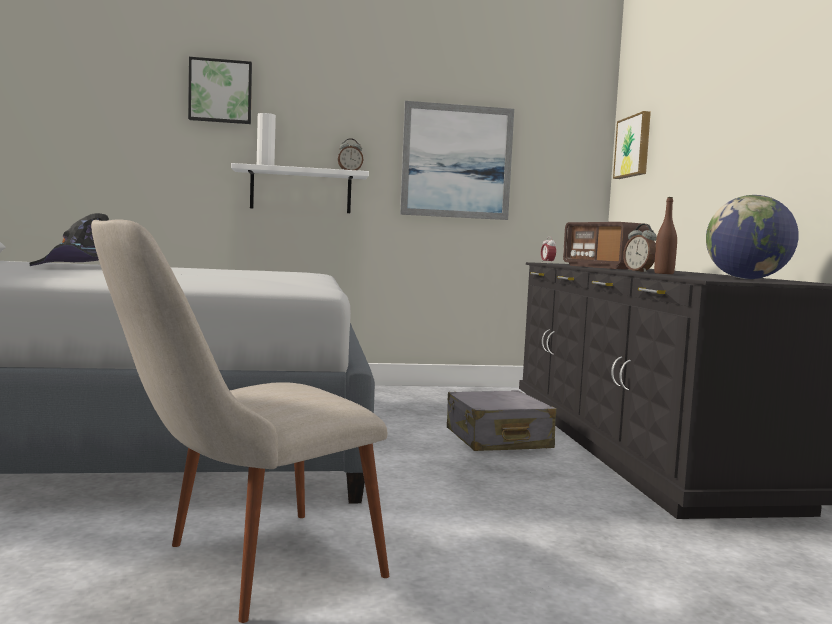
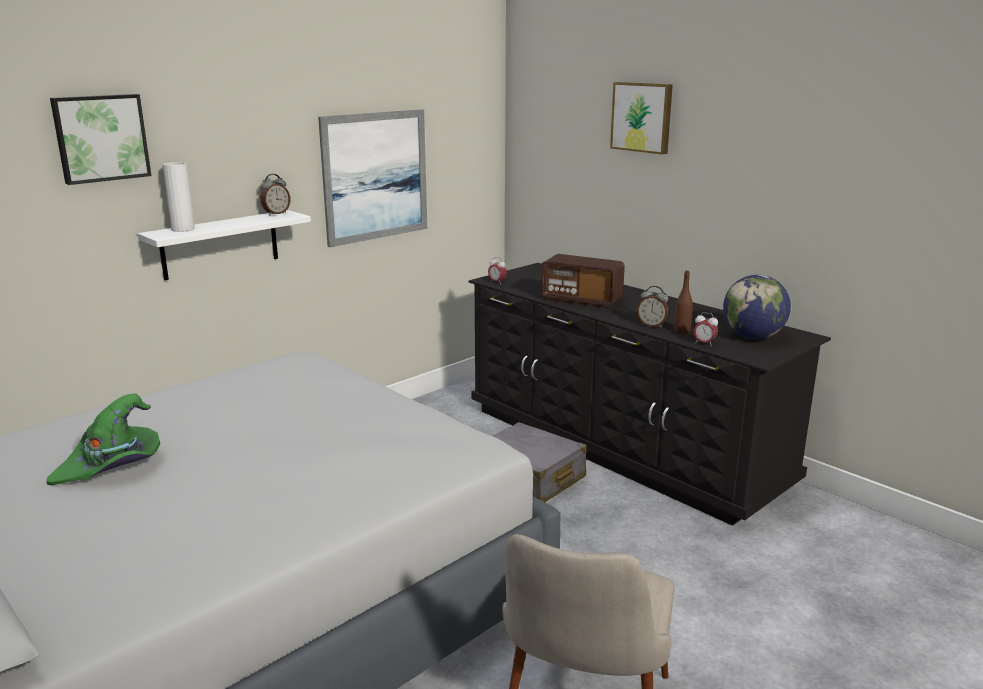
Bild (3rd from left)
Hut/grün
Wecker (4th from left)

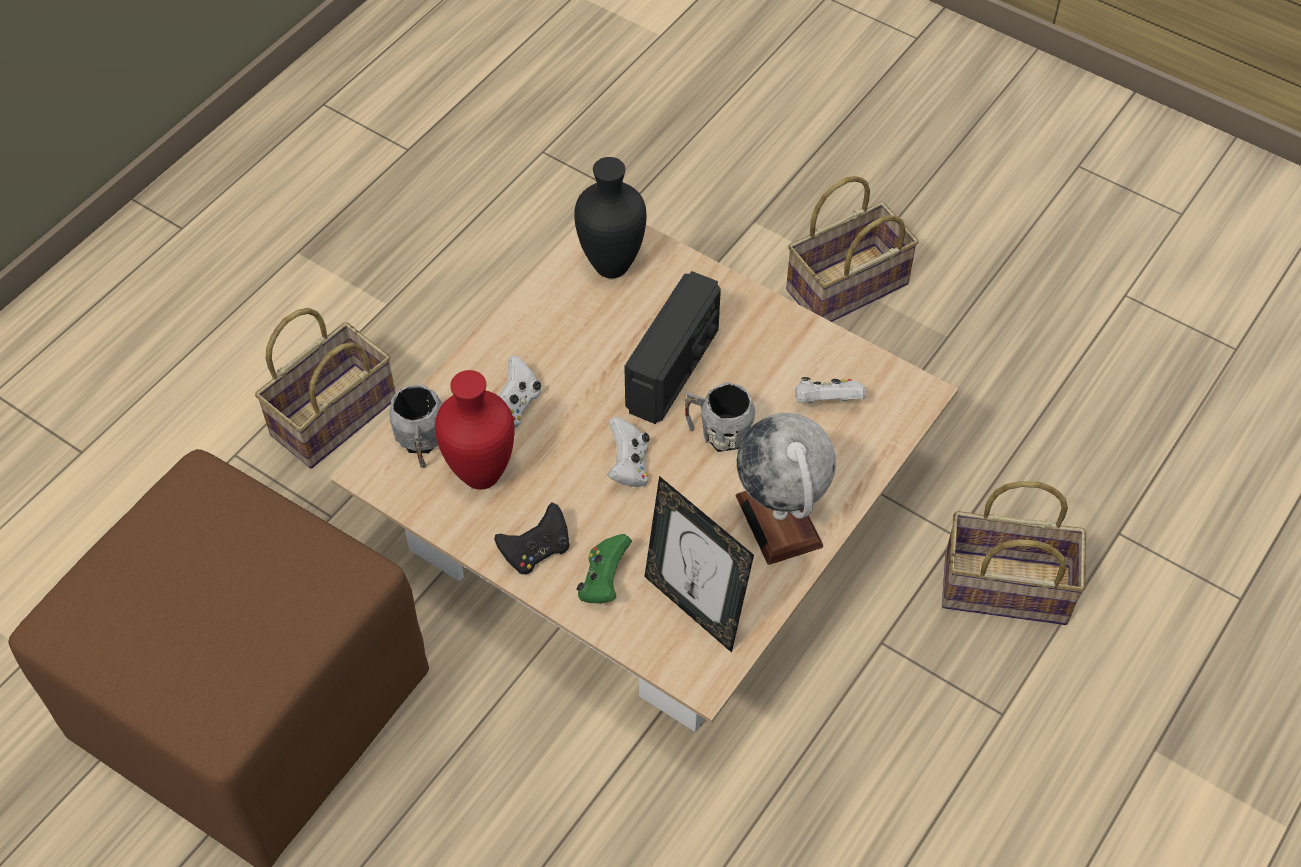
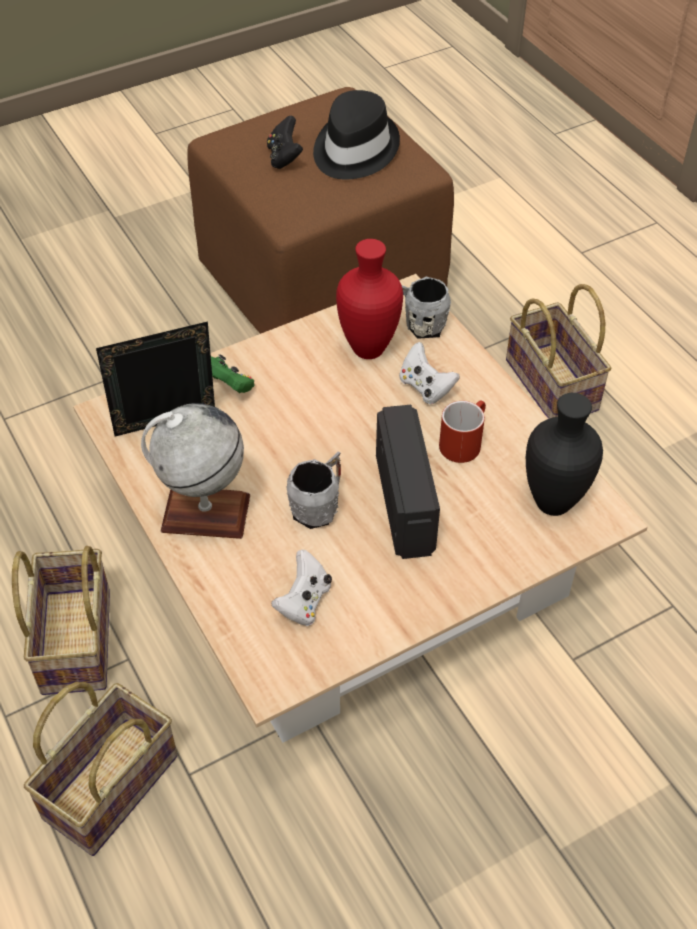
Korb (1st from left)
Radio
Gamepad/weiß (2nd from left in the first image)
Gamepad/schwarz
Hut/schwarz
Henkelbecher/rot

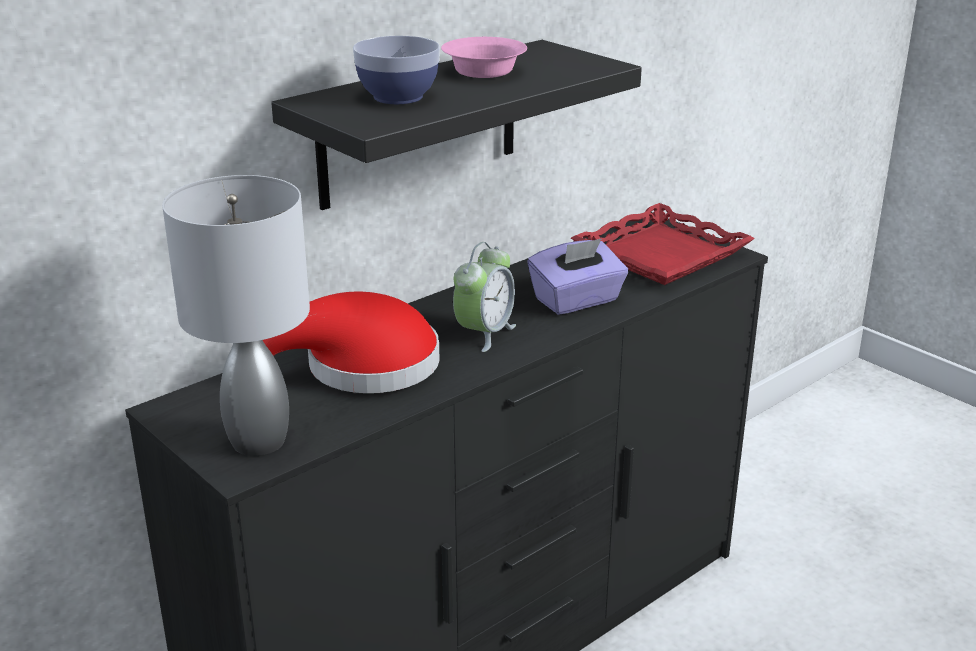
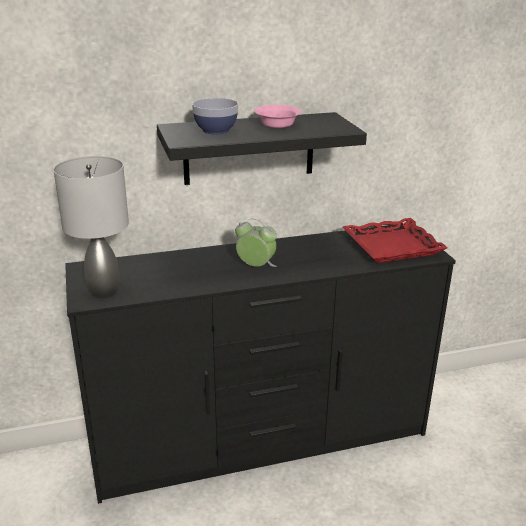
Taschentuchbox/lila
Wecker
Hut/rot

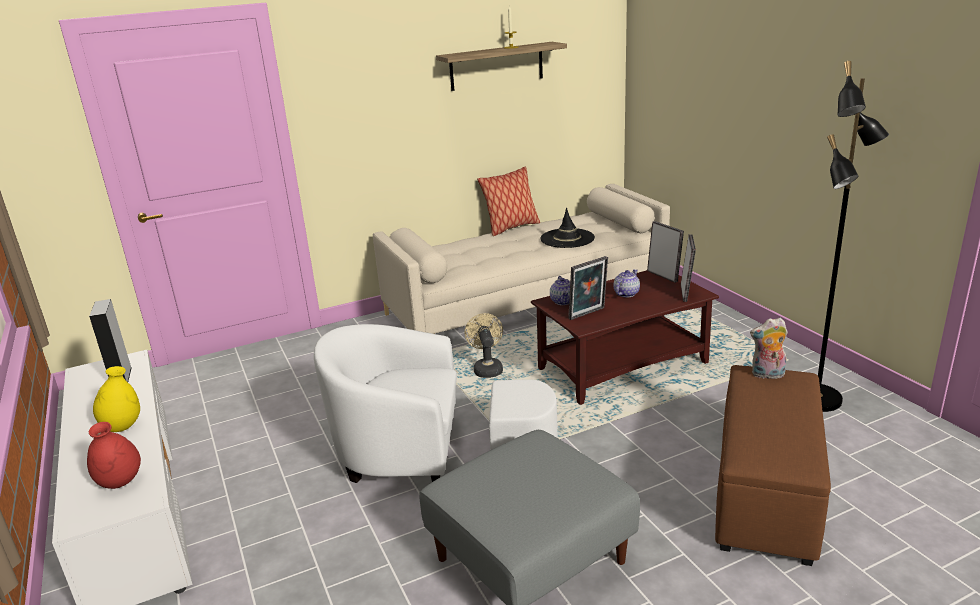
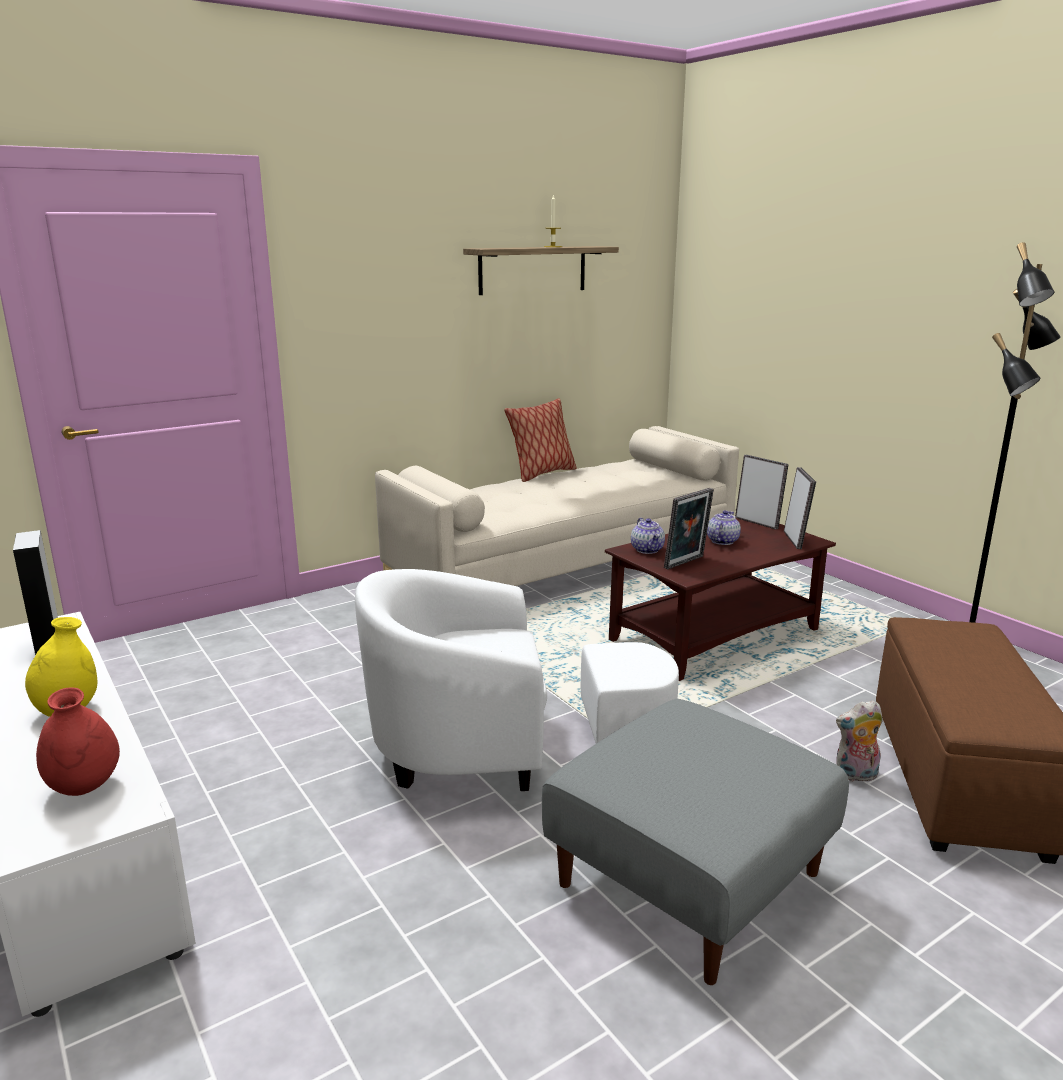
Hut/schwarz
Ventilator/beige
Plüschtier

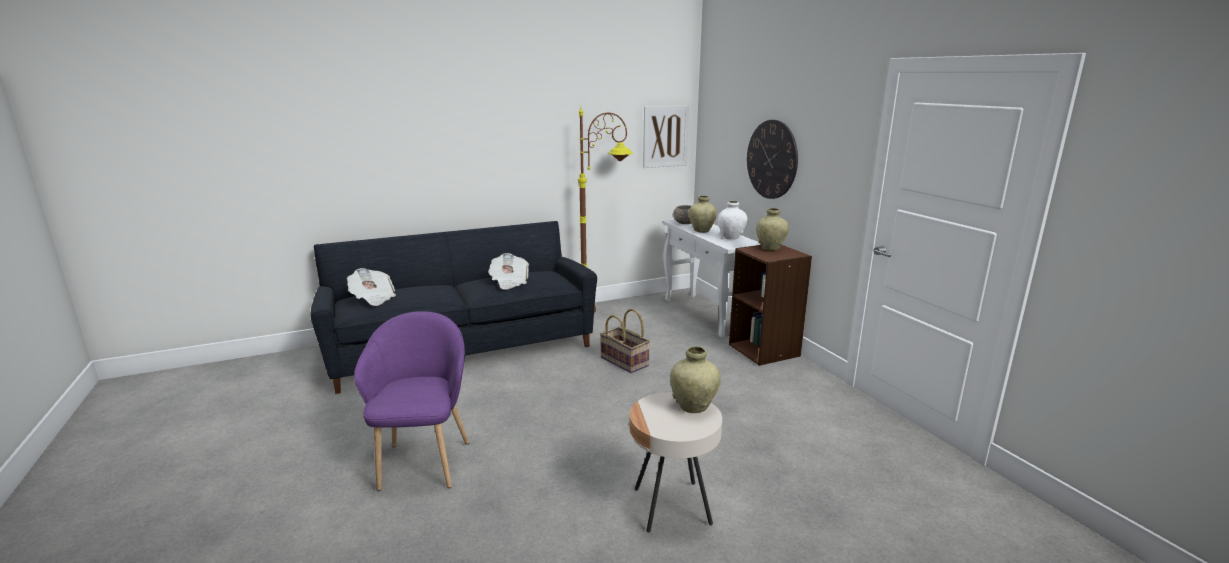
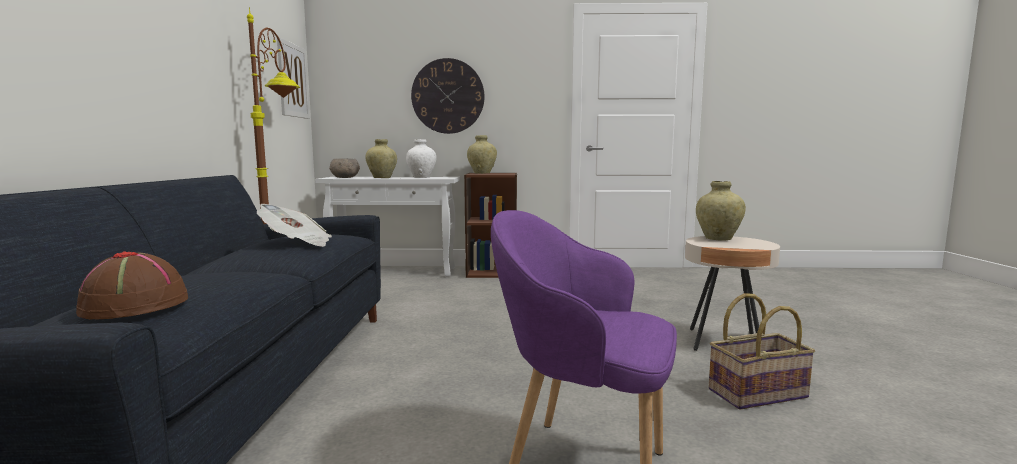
Hut/braun
Korb

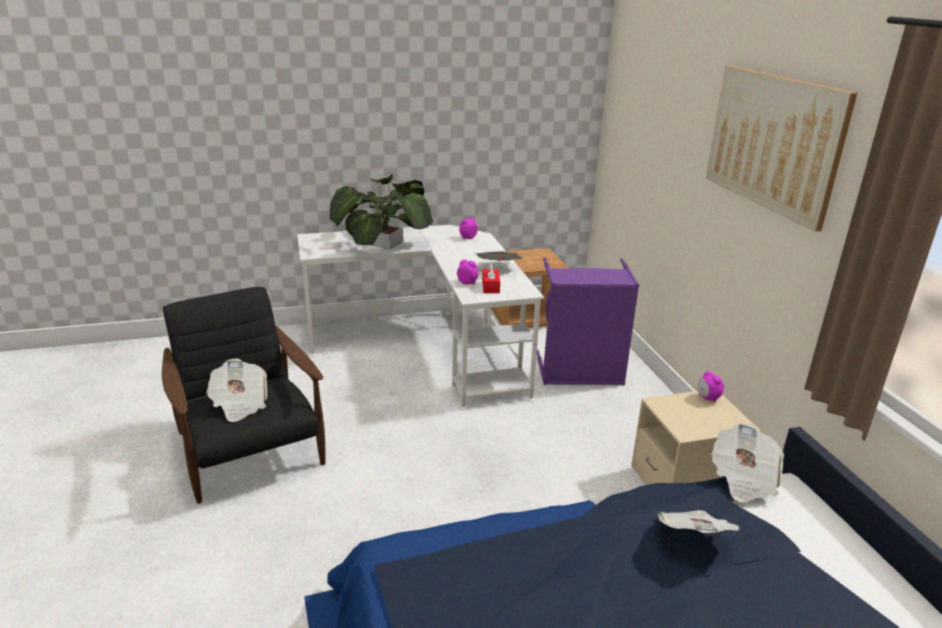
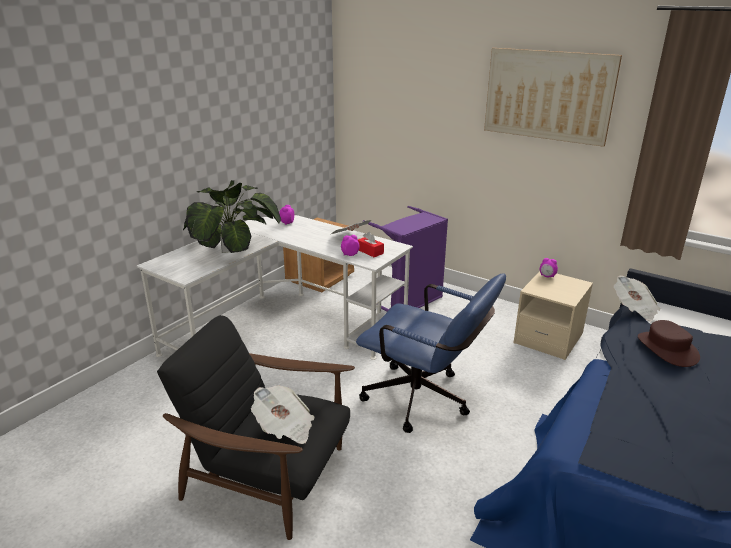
Hut/braun
Bürostuhl/blau

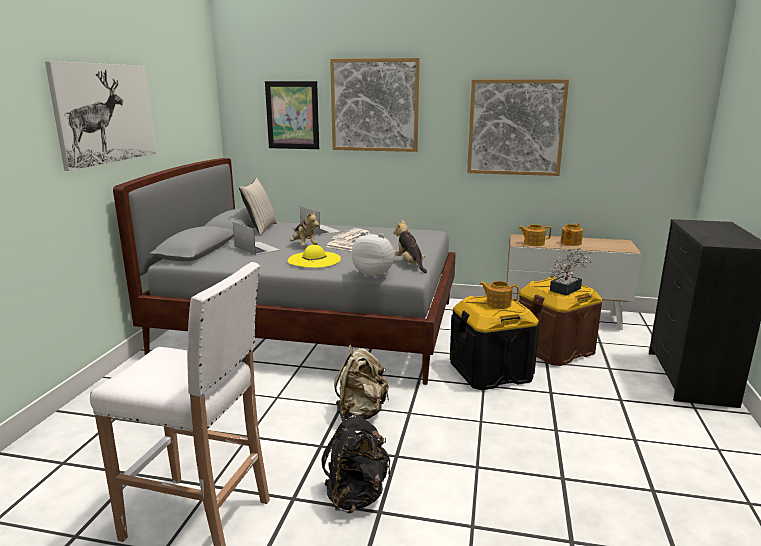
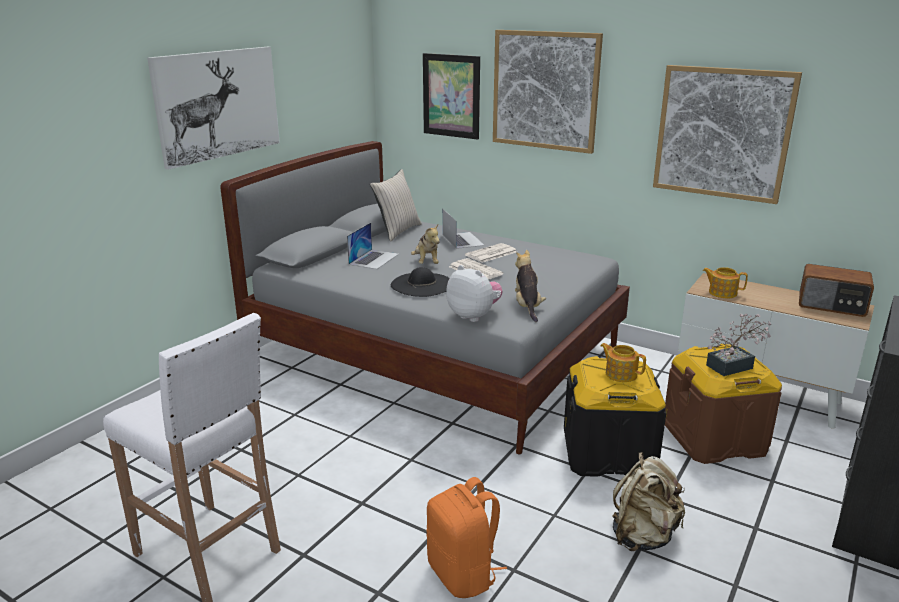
Laptop (1st from left)
Teekanne (3rd from left in the first image)
Hut/schwarz
Rucksack/beige
Rucksack/schwarz
Radio
Rucksack/orange

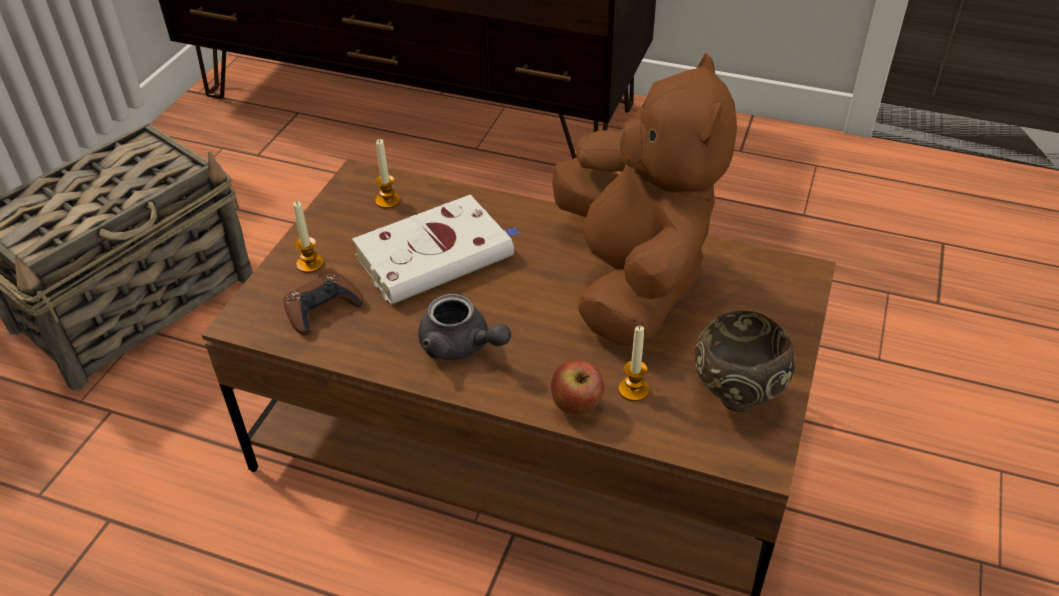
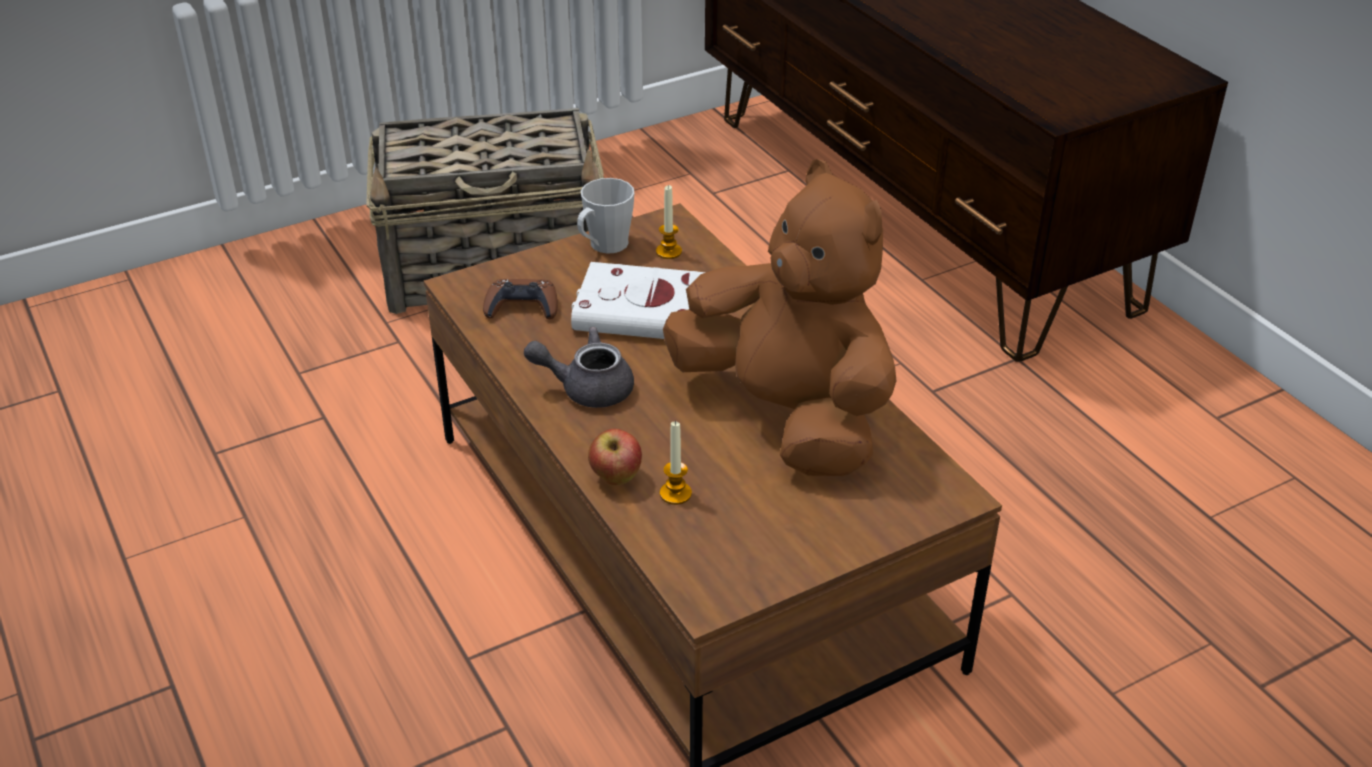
Plüschtier/braun
Kerze (1st from left in the first image)
Teekanne/grau
Schüssel/braun
Henkelbecher/grau

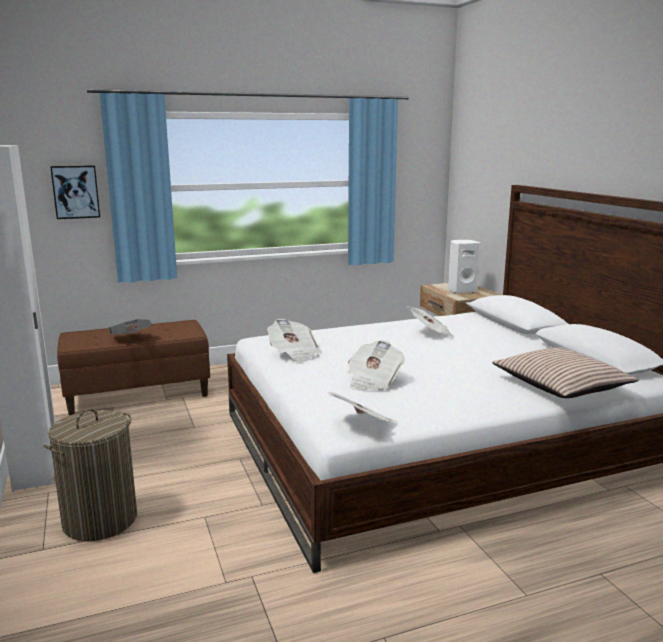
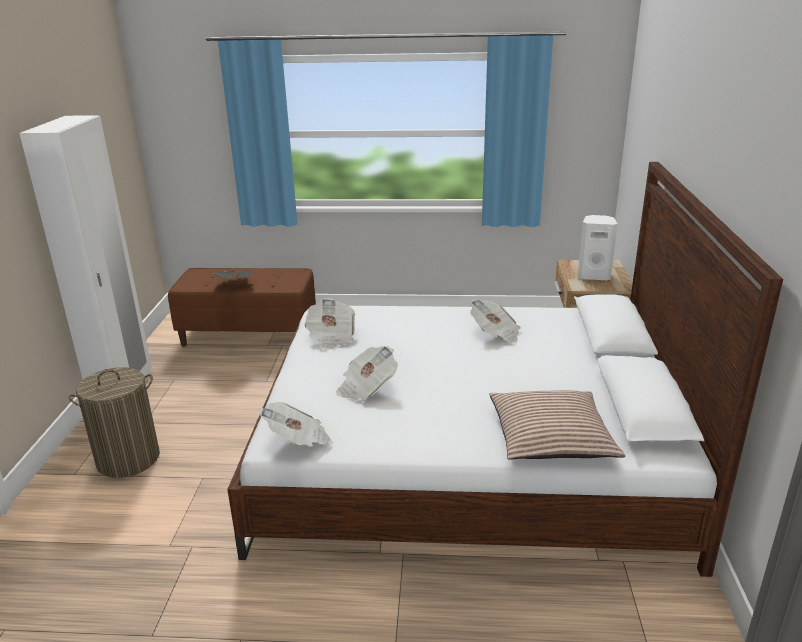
Bild

